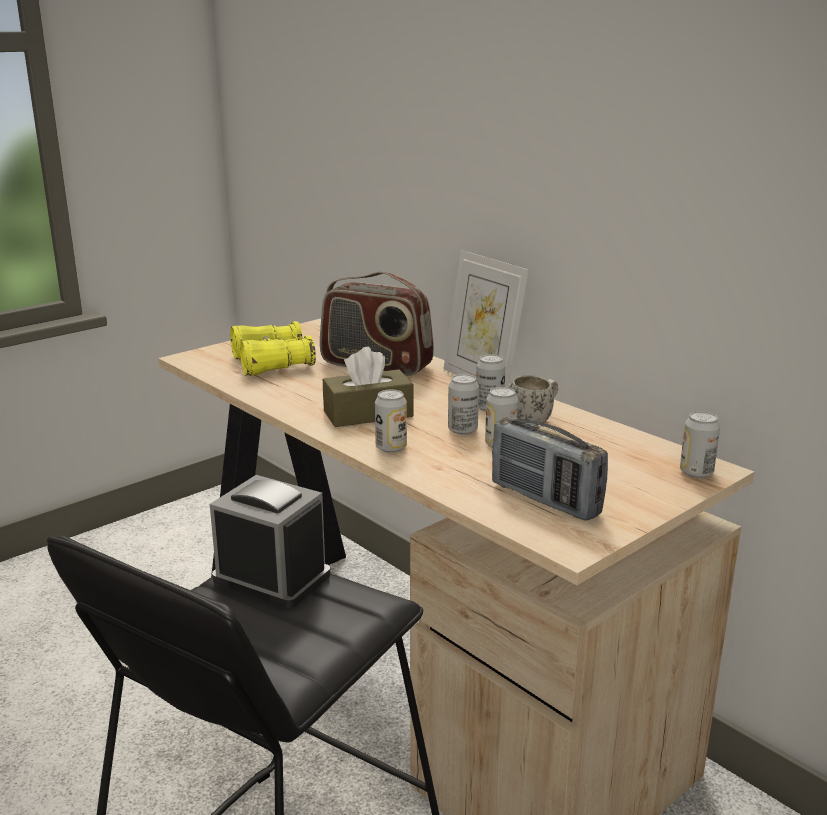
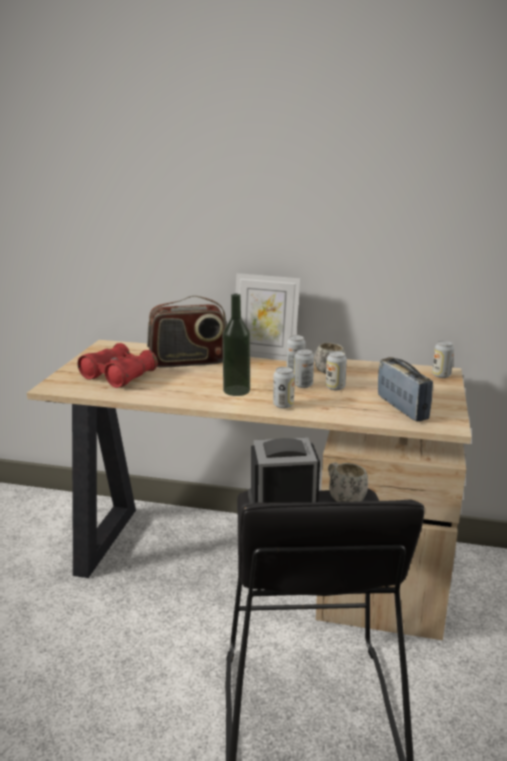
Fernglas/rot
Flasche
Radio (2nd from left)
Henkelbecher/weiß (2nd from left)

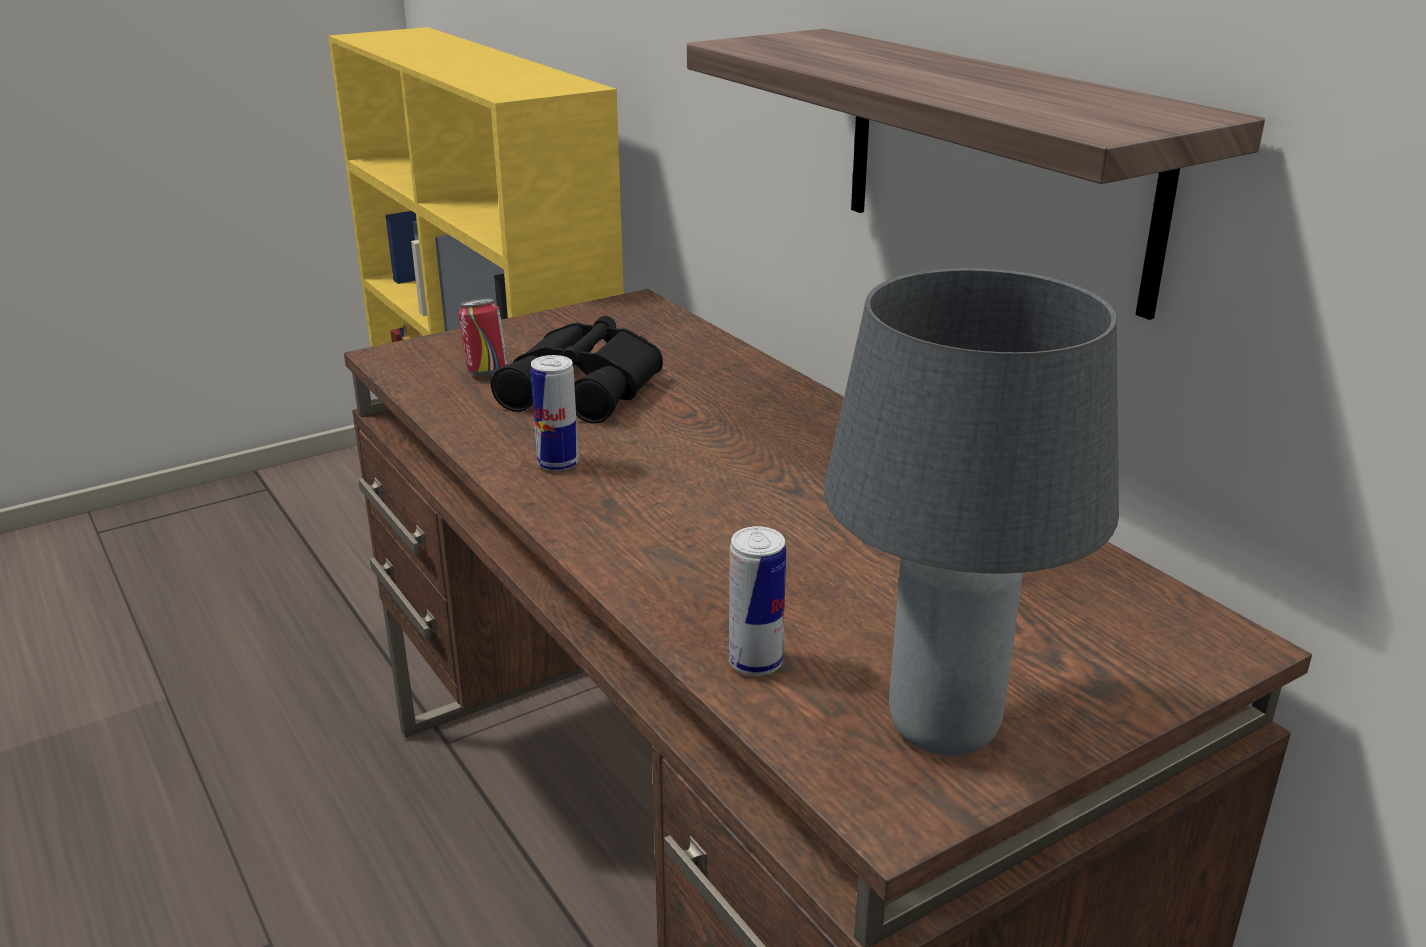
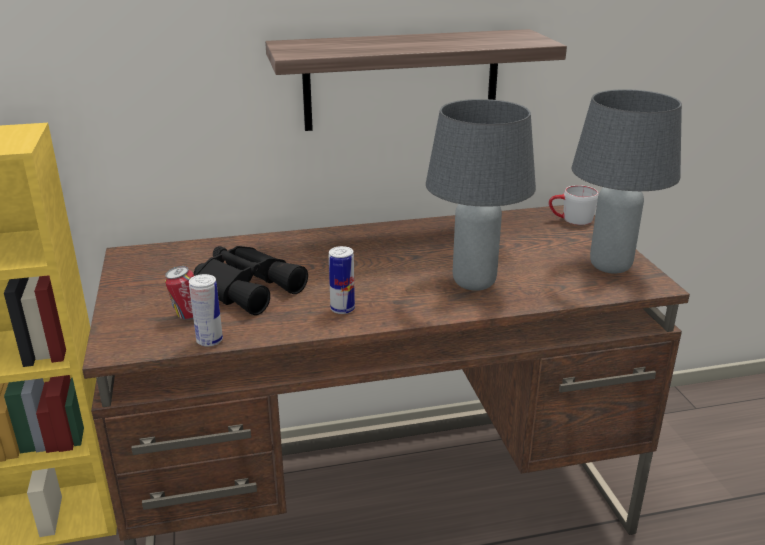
Dose (2nd from left)
Tischlampe/grau (1st from left)
Henkelbecher/grau

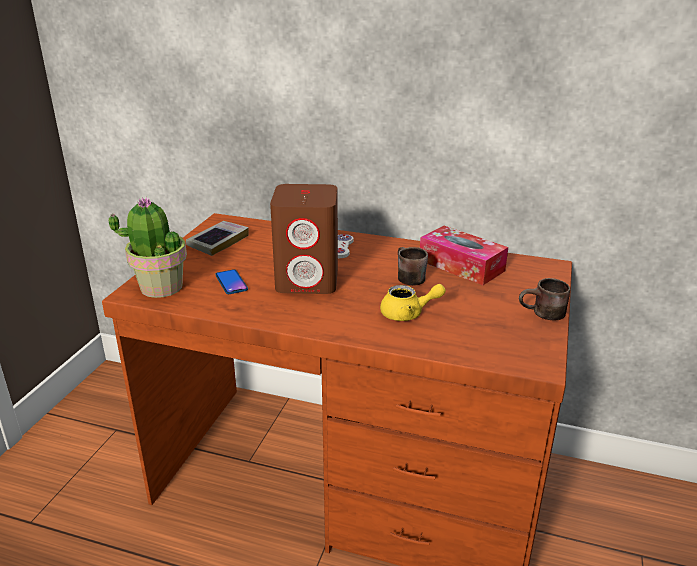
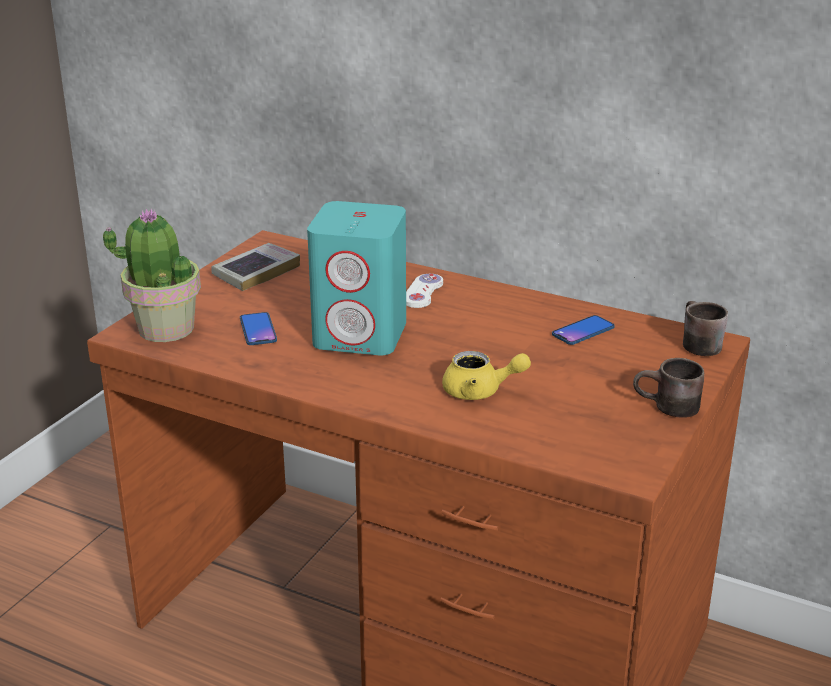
Lautsprecher/türkis
Handy (2nd from left)
Henkelbecher/braun (2nd from left)

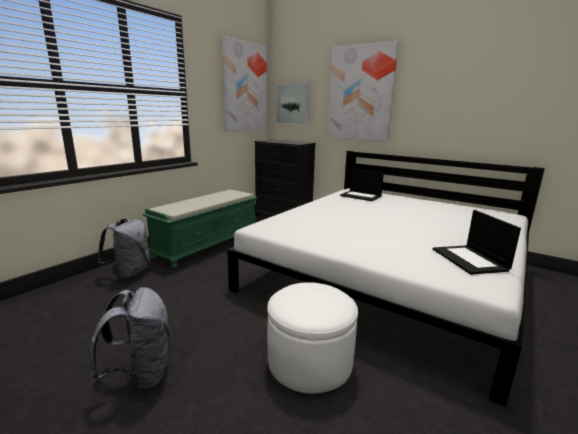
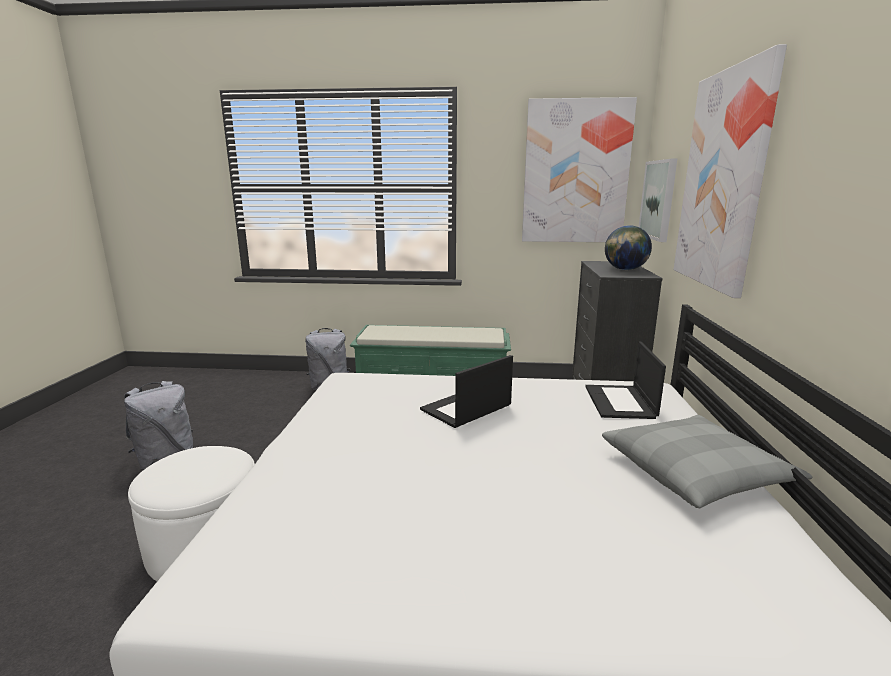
Laptop (1st from left)
Globus
Kissen/grau

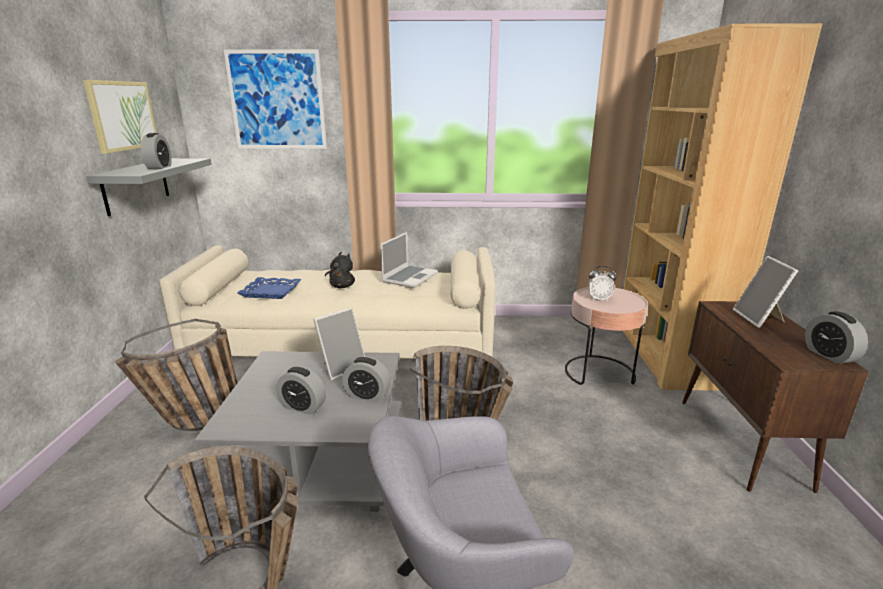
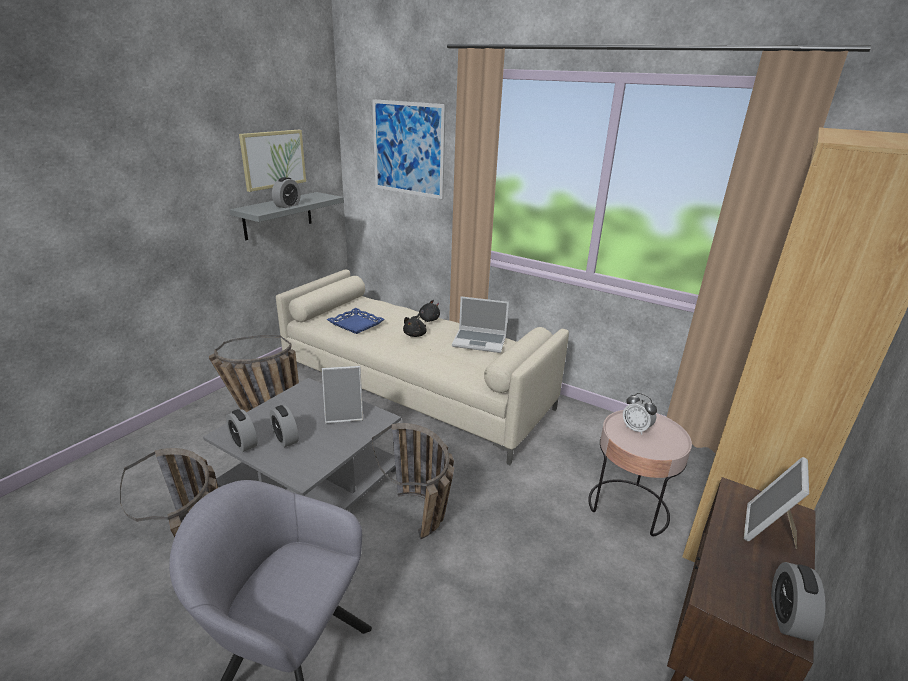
Laptop
Wecker (1st from left)

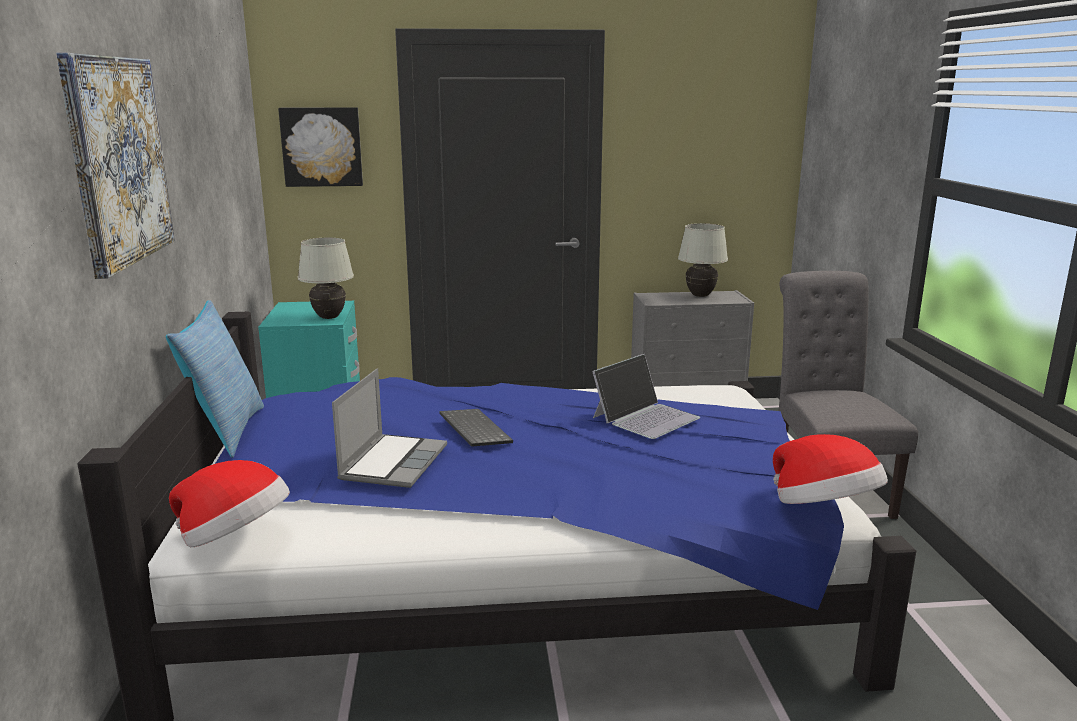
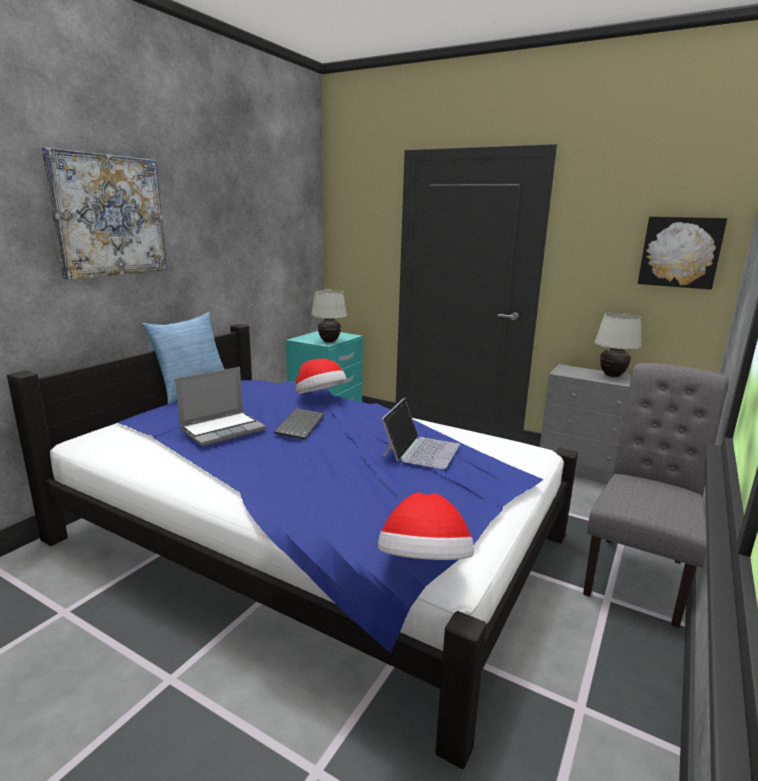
Bild (2nd from left)
Laptop (2nd from left)
Hut (1st from left)

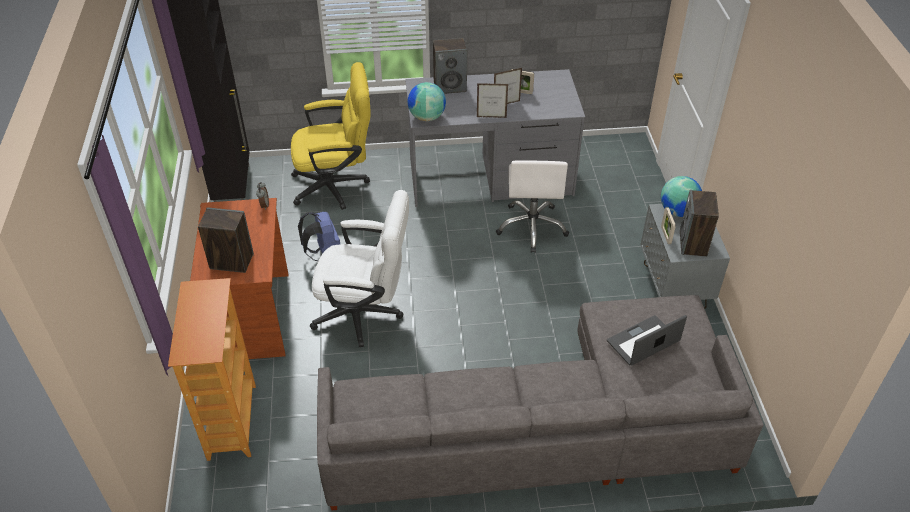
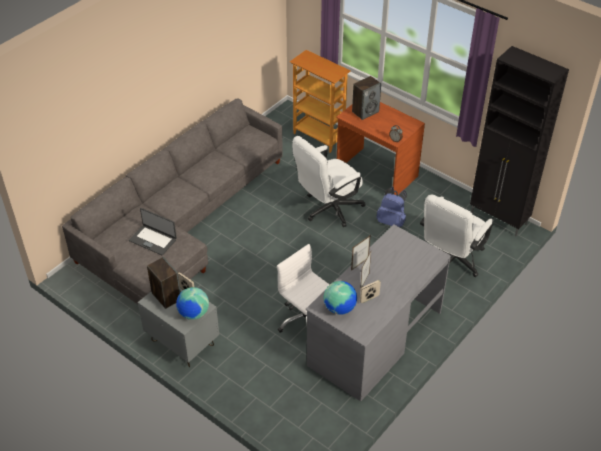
Lautsprecher (2nd from left in the first image)
Bürostuhl/weiß (3rd from left)
Globus (2nd from left)
Laptop

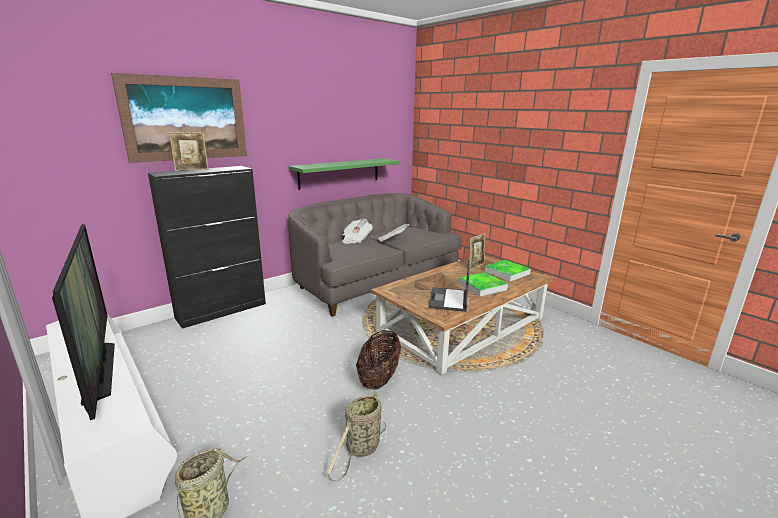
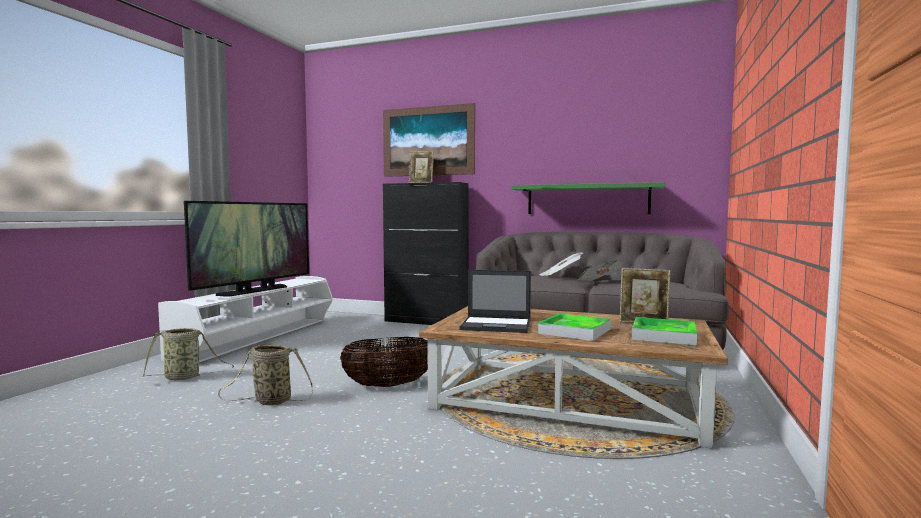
Laptop

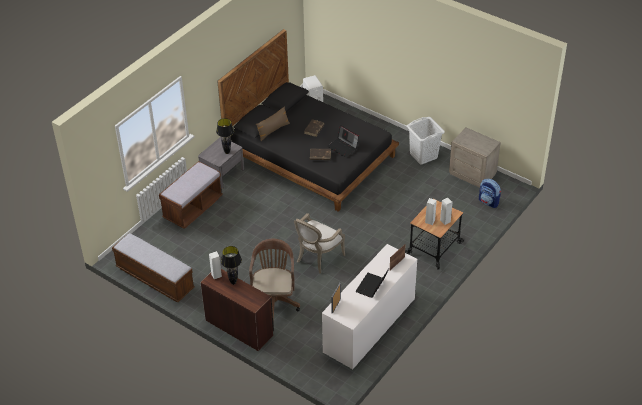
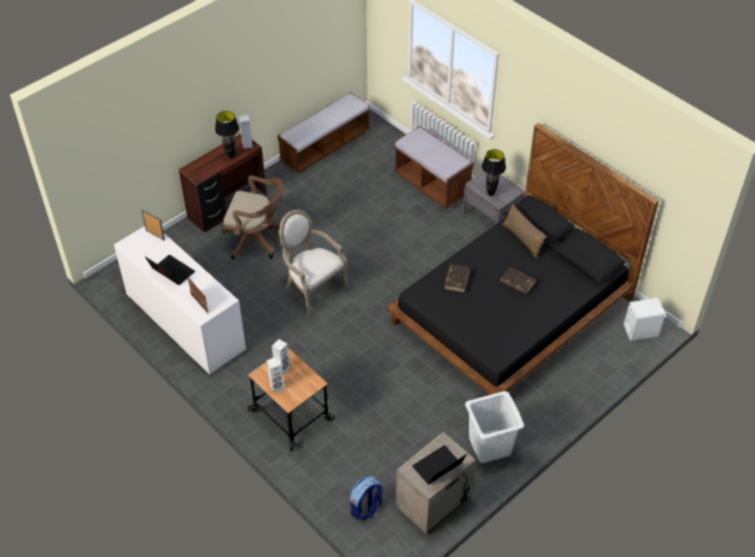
Laptop (2nd from left)

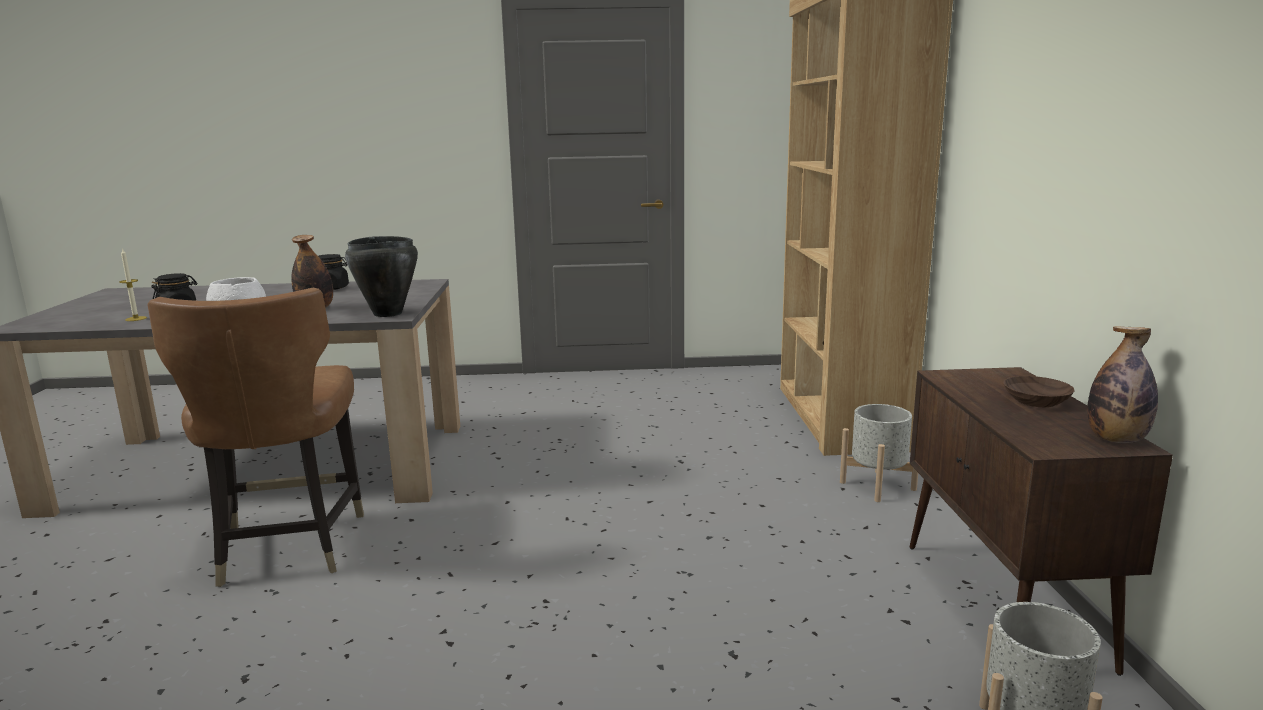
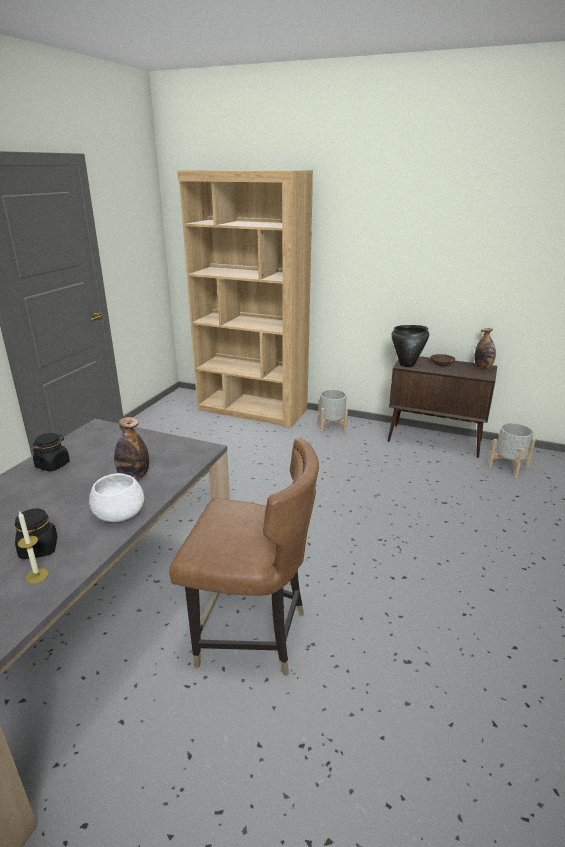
Kochtopf/schwarz

